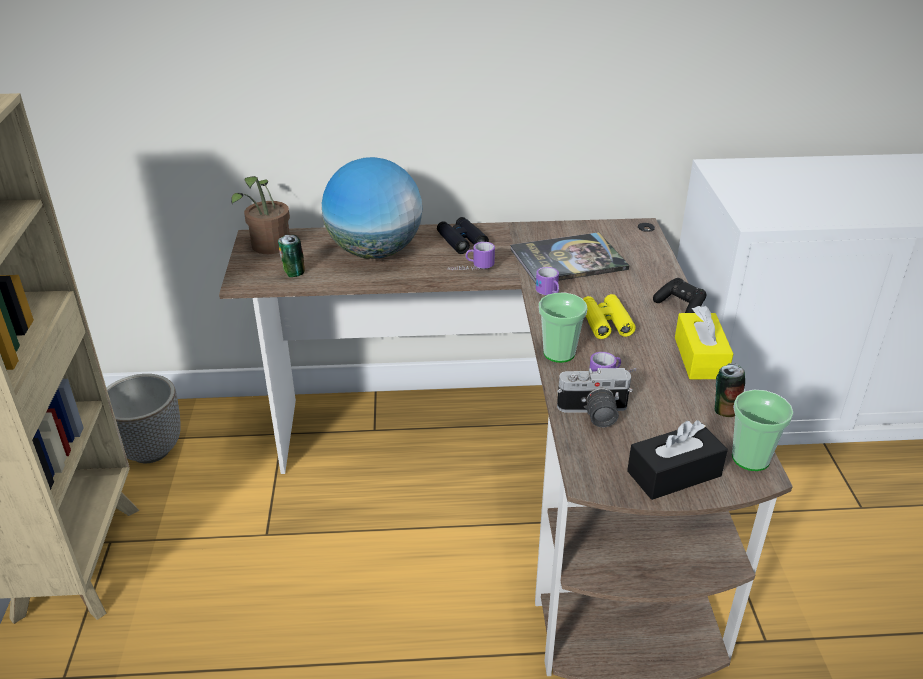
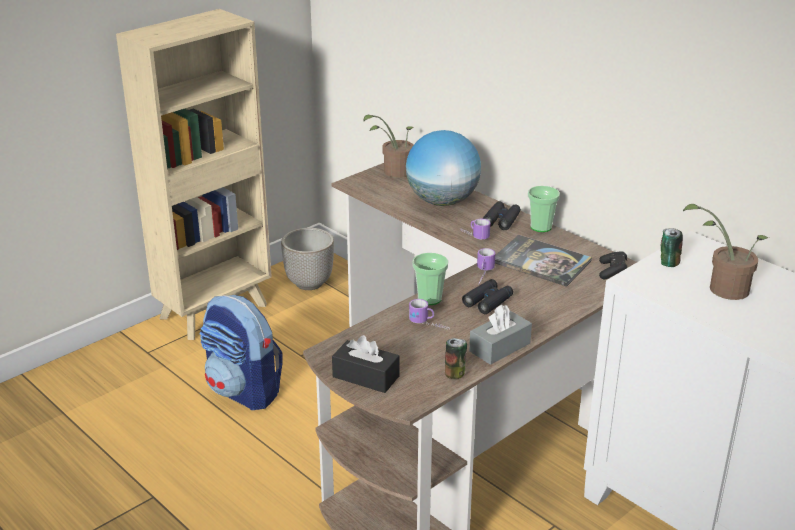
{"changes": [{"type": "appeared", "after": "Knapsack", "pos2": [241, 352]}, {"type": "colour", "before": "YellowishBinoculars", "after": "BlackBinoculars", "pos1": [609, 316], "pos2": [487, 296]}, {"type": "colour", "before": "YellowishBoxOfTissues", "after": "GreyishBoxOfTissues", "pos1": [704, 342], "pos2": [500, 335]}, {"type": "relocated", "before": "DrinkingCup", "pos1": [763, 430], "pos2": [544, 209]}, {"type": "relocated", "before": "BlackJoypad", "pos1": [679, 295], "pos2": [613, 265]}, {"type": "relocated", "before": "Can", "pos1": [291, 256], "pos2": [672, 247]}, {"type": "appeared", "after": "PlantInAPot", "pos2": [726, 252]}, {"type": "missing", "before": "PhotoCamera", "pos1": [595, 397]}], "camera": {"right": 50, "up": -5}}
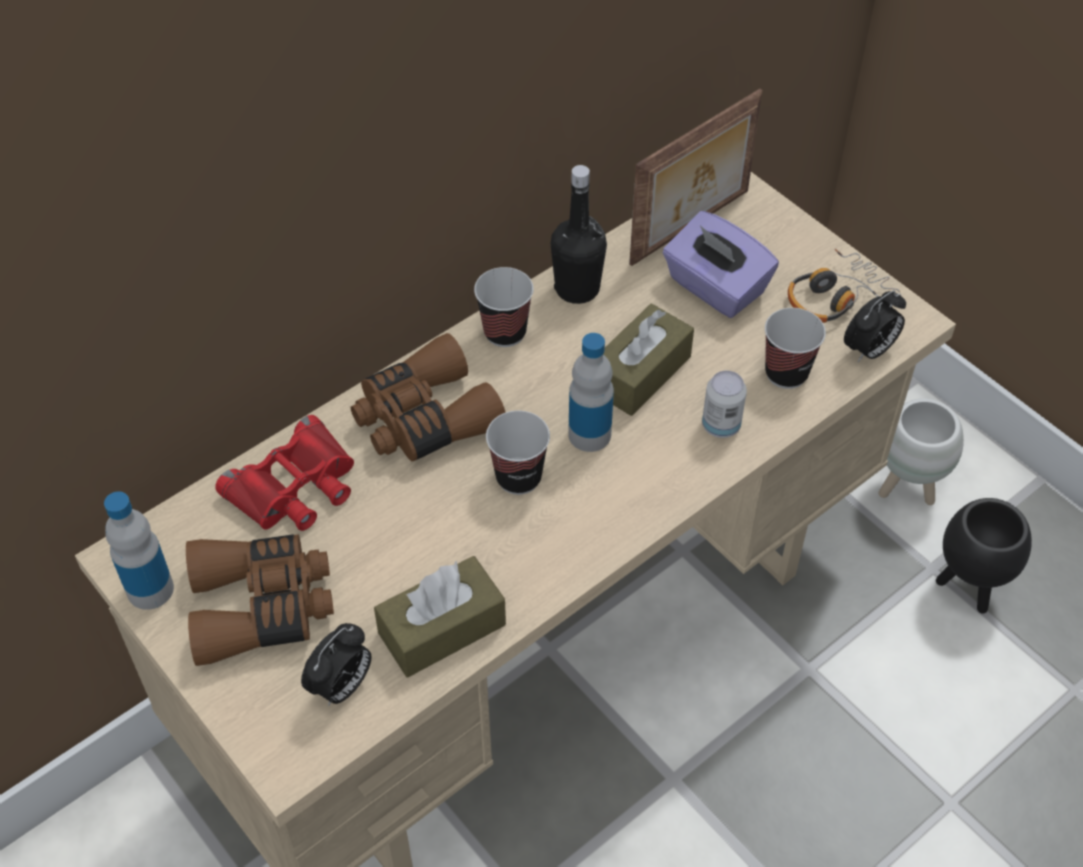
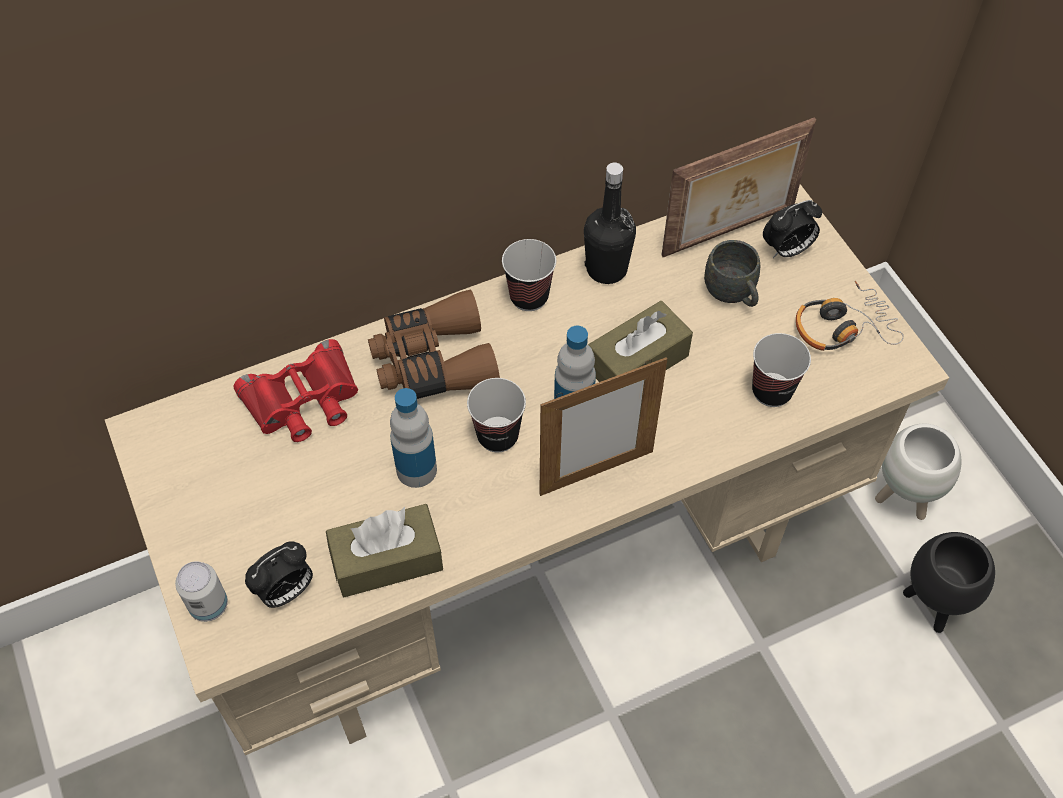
{"changes": [{"type": "relocated", "before": "Can", "pos1": [724, 404], "pos2": [201, 591]}, {"type": "relocated", "before": "BeverageBottle", "pos1": [139, 551], "pos2": [413, 438]}, {"type": "appeared", "after": "PictureFrame", "pos2": [603, 426]}, {"type": "exchanged", "before": "PurplishBoxOfTissues", "after": "GreyishTeaMug", "pos1": [721, 264], "pos2": [732, 273]}, {"type": "relocated", "before": "TableClock", "pos1": [875, 326], "pos2": [792, 229]}, {"type": "missing", "before": "BrownishBinoculars", "pos1": [260, 600]}], "camera": {"right": 15, "up": 5}}
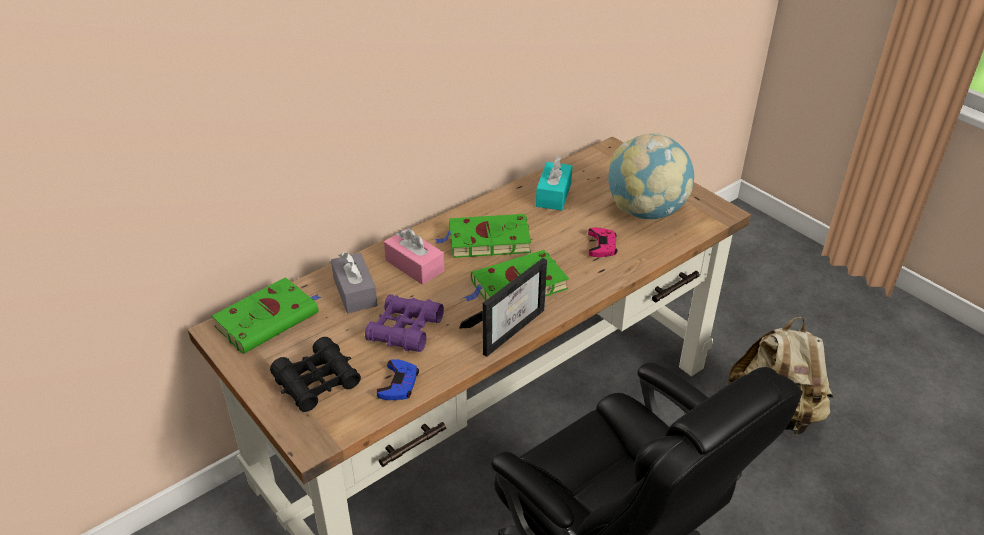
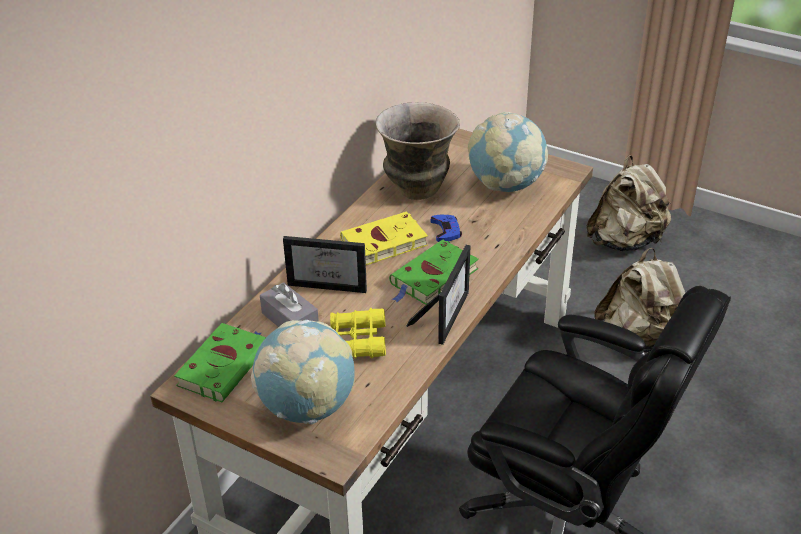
{"changes": [{"type": "exchanged", "before": "BlackBinoculars", "after": "WorldGlobe", "pos1": [315, 374], "pos2": [303, 372]}, {"type": "exchanged", "before": "PinkishBoxOfTissues", "after": "PictureFrame", "pos1": [414, 256], "pos2": [325, 264]}, {"type": "colour", "before": "PurplishBinoculars", "after": "YellowishBinoculars", "pos1": [404, 323], "pos2": [358, 333]}, {"type": "colour", "before": "GreenishBook", "after": "YellowishBook", "pos1": [483, 236], "pos2": [384, 238]}, {"type": "exchanged", "before": "TurquoiseBoxOfTissues", "after": "DecorativeVase", "pos1": [554, 183], "pos2": [418, 151]}, {"type": "relocated", "before": "BlueJoypad", "pos1": [397, 379], "pos2": [446, 228]}, {"type": "appeared", "after": "SandColouredKnapsack", "pos2": [628, 203]}, {"type": "missing", "before": "PinkishJoypad", "pos1": [602, 242]}], "camera": {"right": -20, "up": 0}}
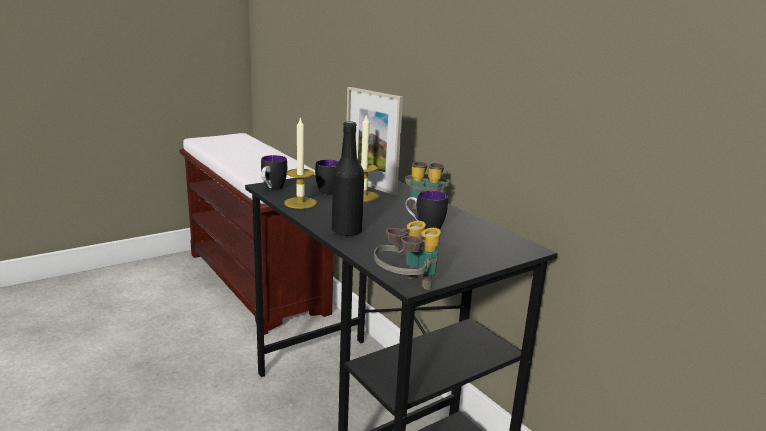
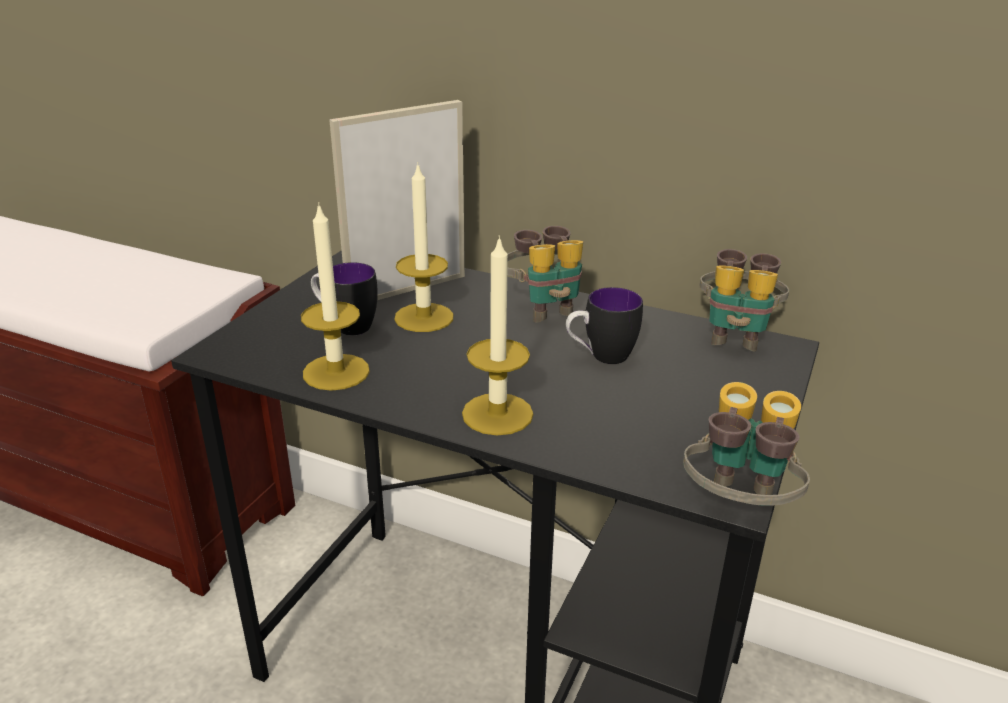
{"changes": [{"type": "spun", "before": "PictureFrame", "pos1": [374, 141], "pos2": [397, 200], "turn": 135}, {"type": "exchanged", "before": "BlackBeverageBottle", "after": "WaxLight", "pos1": [348, 179], "pos2": [497, 335]}, {"type": "appeared", "after": "Binoculars", "pos2": [744, 300]}, {"type": "missing", "before": "TeaMug", "pos1": [274, 172]}], "camera": {"right": -30, "up": 10}}
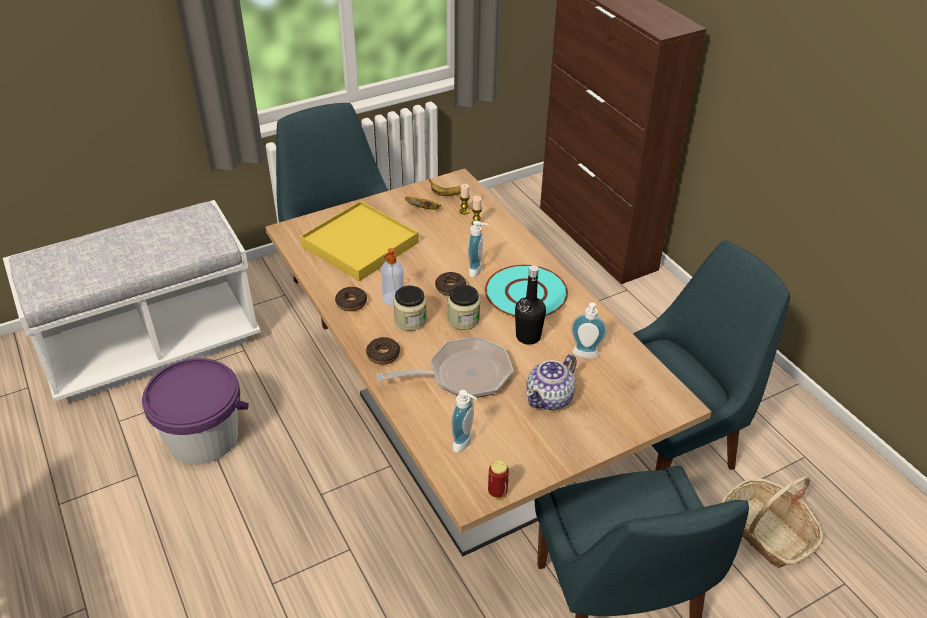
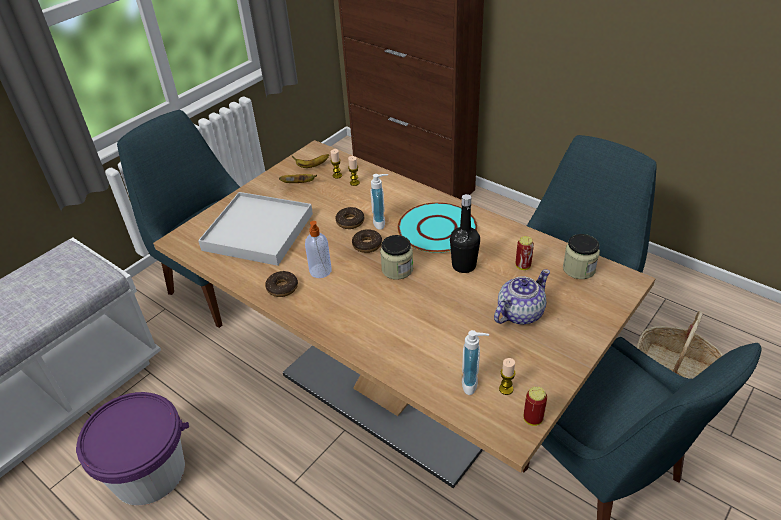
{"changes": [{"type": "colour", "before": "YellowishServingTray", "after": "WhiteColouredServingTray", "pos1": [359, 241], "pos2": [255, 229]}, {"type": "relocated", "before": "Donut", "pos1": [383, 351], "pos2": [349, 218]}, {"type": "spun", "before": "TeaPot", "pos1": [551, 382], "pos2": [522, 297], "turn": -150}, {"type": "appeared", "after": "WaxLight", "pos2": [507, 376]}, {"type": "exchanged", "before": "SoapBottle", "after": "Can", "pos1": [589, 330], "pos2": [525, 253]}, {"type": "relocated", "before": "PreserveJar", "pos1": [410, 308], "pos2": [581, 256]}, {"type": "missing", "before": "Pan", "pos1": [444, 368]}], "camera": {"right": -20, "up": 0}}
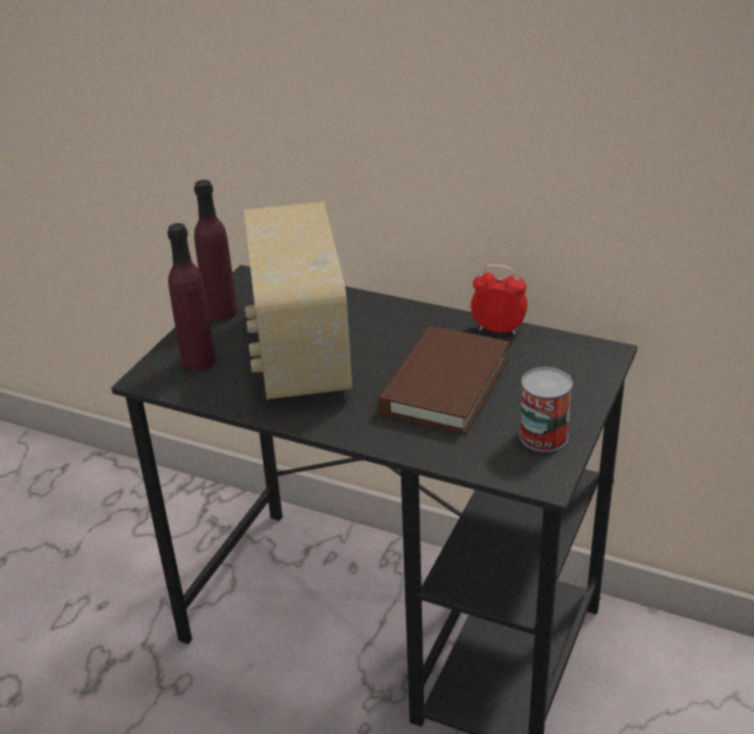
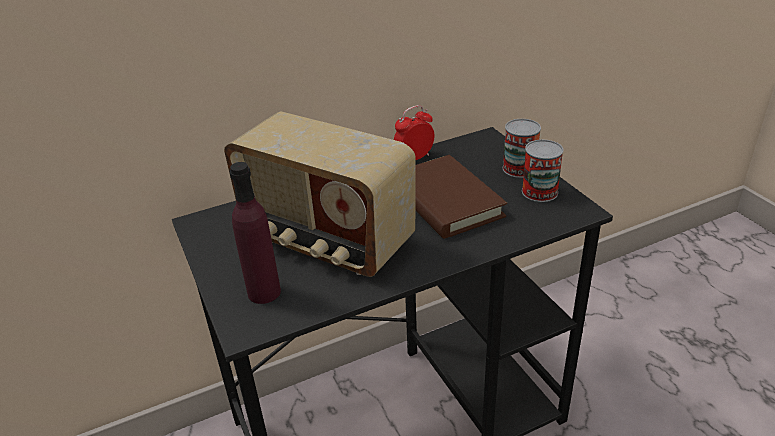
{"changes": [{"type": "appeared", "after": "Can", "pos2": [522, 148]}, {"type": "missing", "before": "PurplishBeverageBottle", "pos1": [215, 250]}], "camera": {"right": -50, "up": 0}}
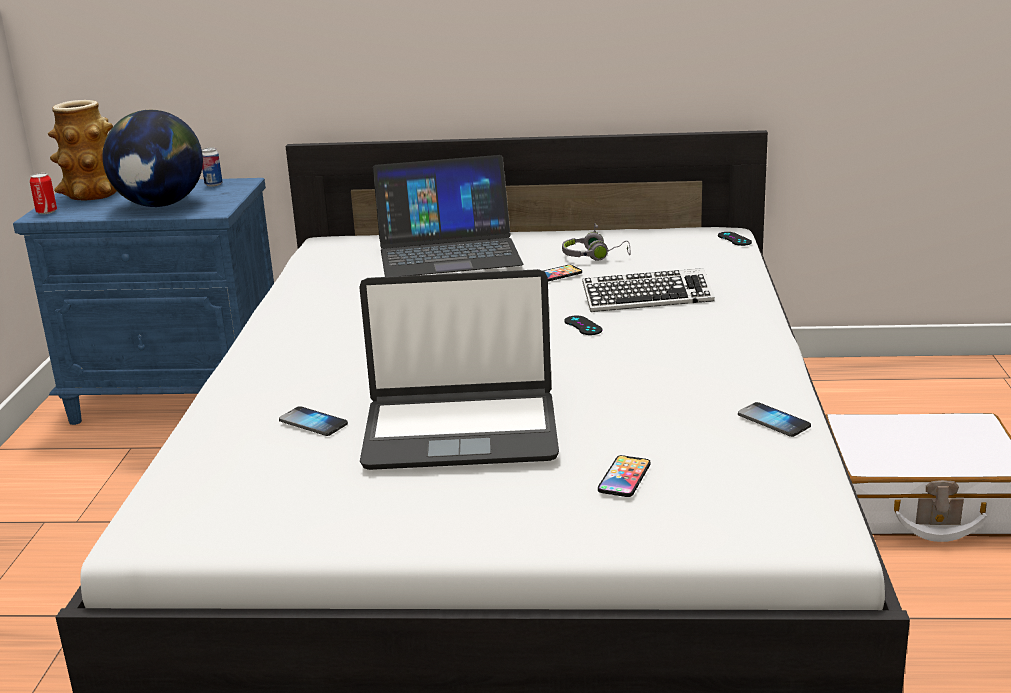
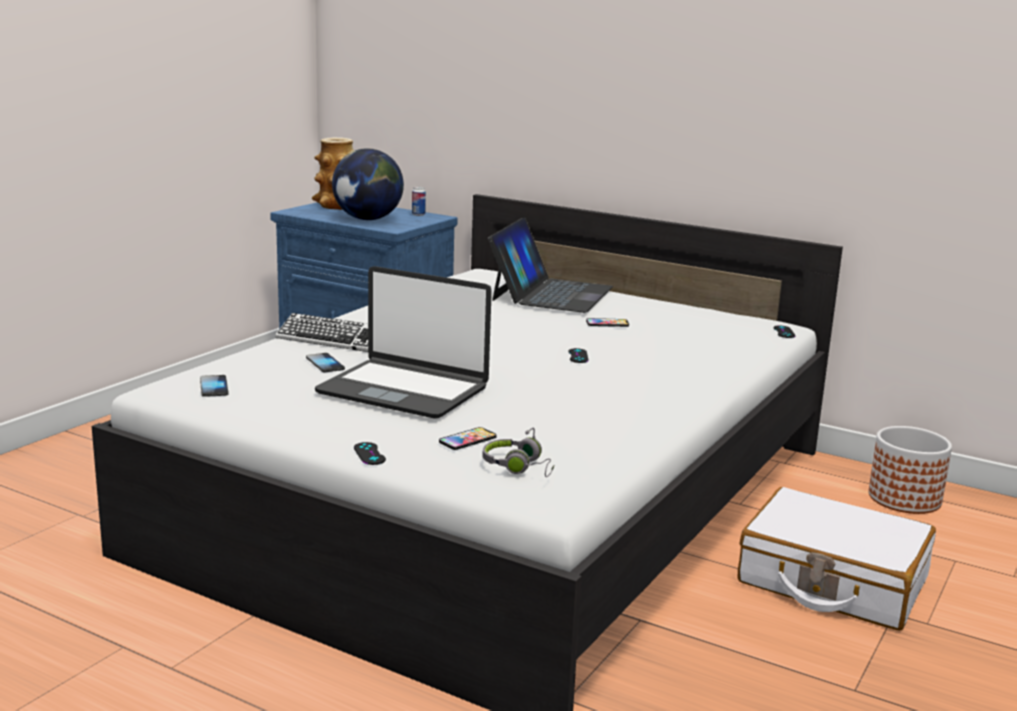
{"changes": [{"type": "relocated", "before": "Phone", "pos1": [774, 419], "pos2": [214, 386]}, {"type": "relocated", "before": "ComputerKeyboard", "pos1": [648, 290], "pos2": [321, 332]}, {"type": "appeared", "after": "BlackJoypad", "pos2": [370, 453]}, {"type": "relocated", "before": "GreyishHeadphones", "pos1": [596, 242], "pos2": [519, 452]}, {"type": "spun", "before": "NotebookComputer", "pos1": [448, 216], "pos2": [550, 265], "turn": -90}, {"type": "appeared", "after": "Planter", "pos2": [910, 470]}, {"type": "missing", "before": "Can", "pos1": [43, 193]}], "camera": {"right": 25, "up": -5}}
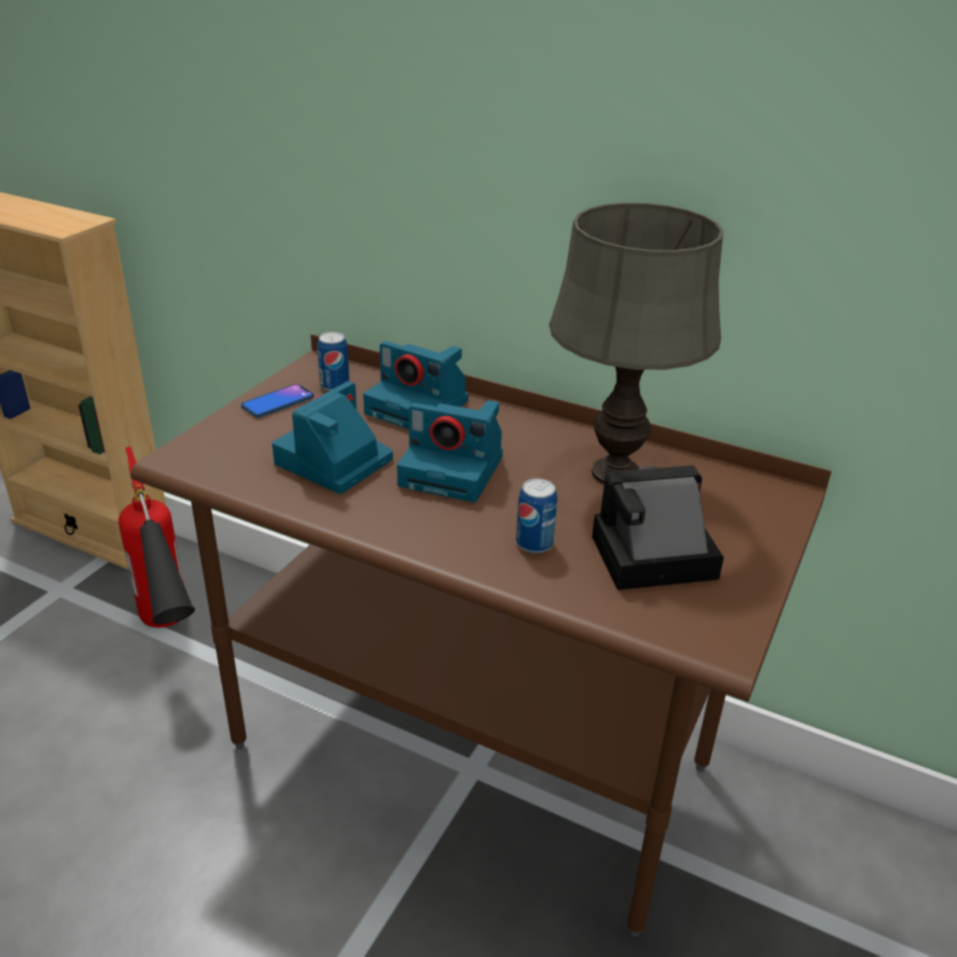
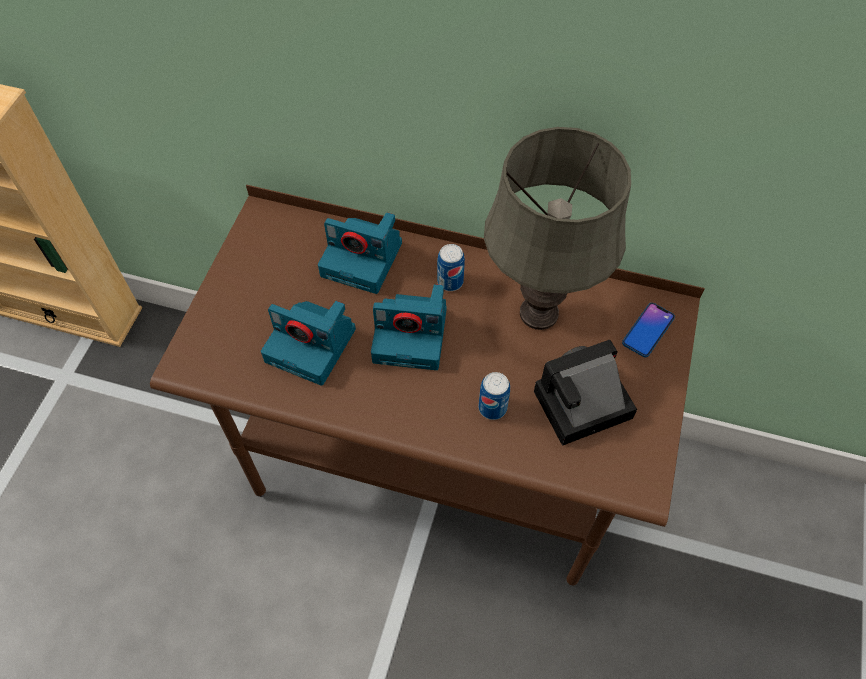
{"changes": [{"type": "spun", "before": "PhotoCamera", "pos1": [332, 437], "pos2": [308, 343], "turn": -90}, {"type": "relocated", "before": "Can", "pos1": [333, 361], "pos2": [451, 267]}, {"type": "relocated", "before": "Phone", "pos1": [277, 401], "pos2": [648, 330]}, {"type": "missing", "before": "Extinguisher", "pos1": [156, 537]}], "camera": {"right": -10, "up": 25}}
